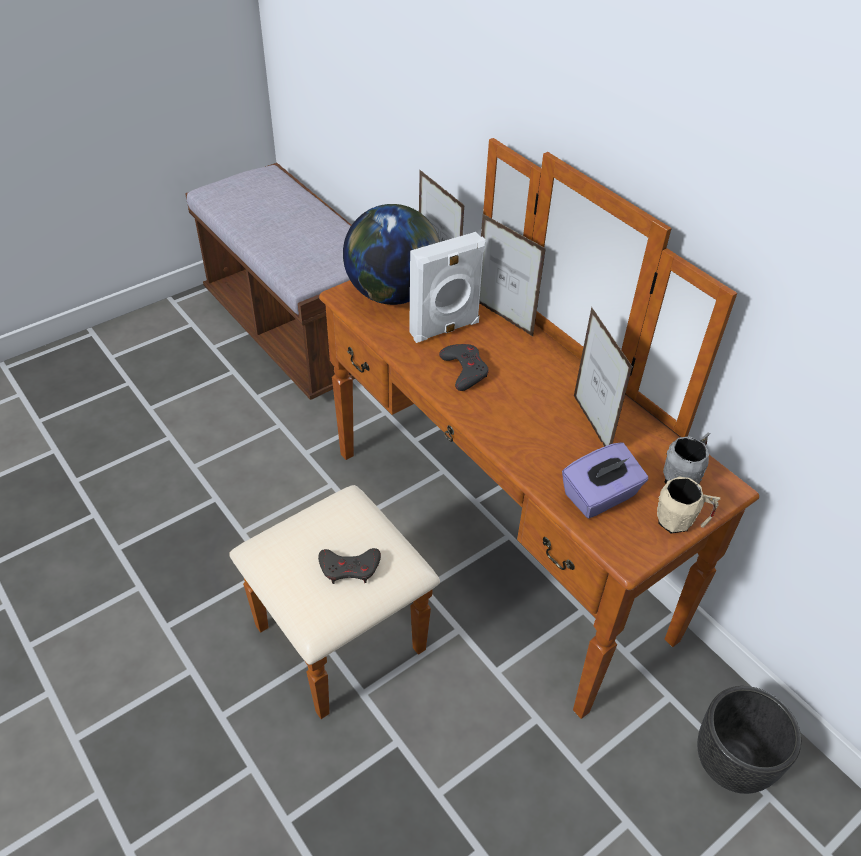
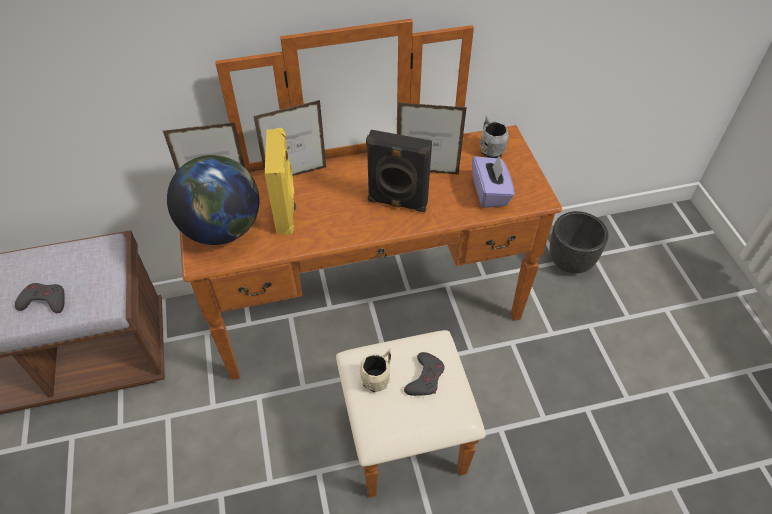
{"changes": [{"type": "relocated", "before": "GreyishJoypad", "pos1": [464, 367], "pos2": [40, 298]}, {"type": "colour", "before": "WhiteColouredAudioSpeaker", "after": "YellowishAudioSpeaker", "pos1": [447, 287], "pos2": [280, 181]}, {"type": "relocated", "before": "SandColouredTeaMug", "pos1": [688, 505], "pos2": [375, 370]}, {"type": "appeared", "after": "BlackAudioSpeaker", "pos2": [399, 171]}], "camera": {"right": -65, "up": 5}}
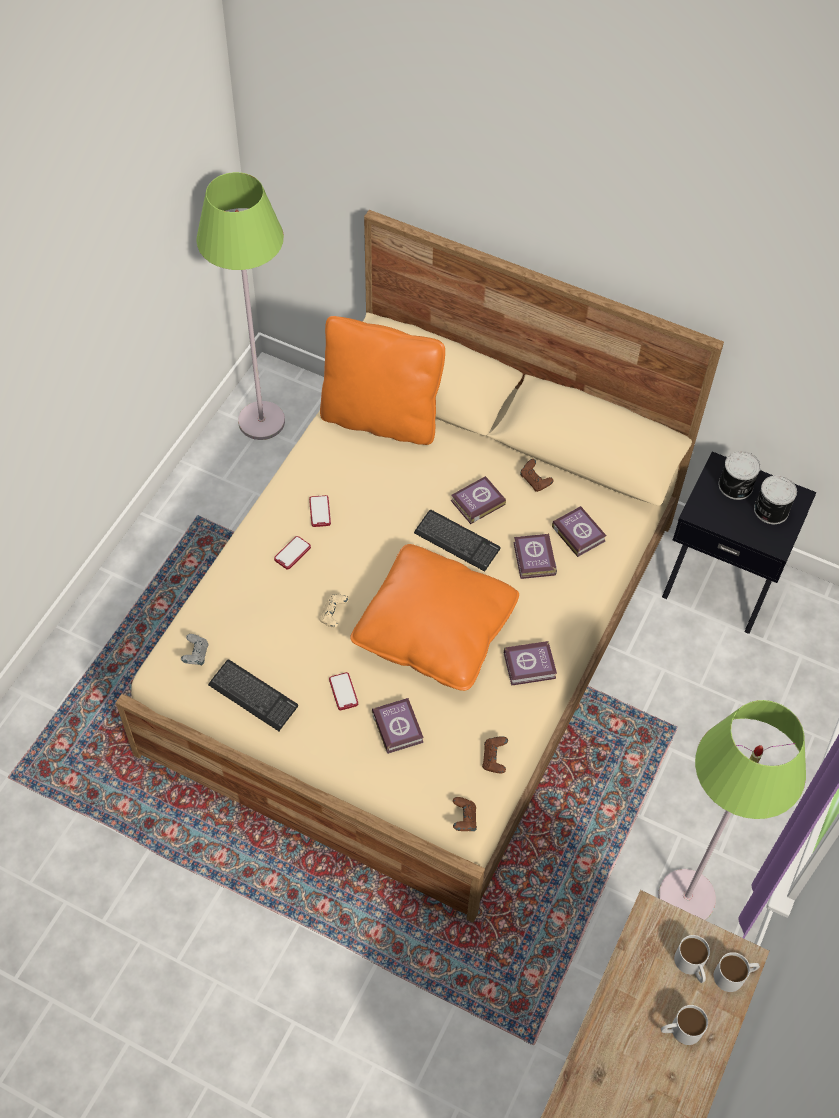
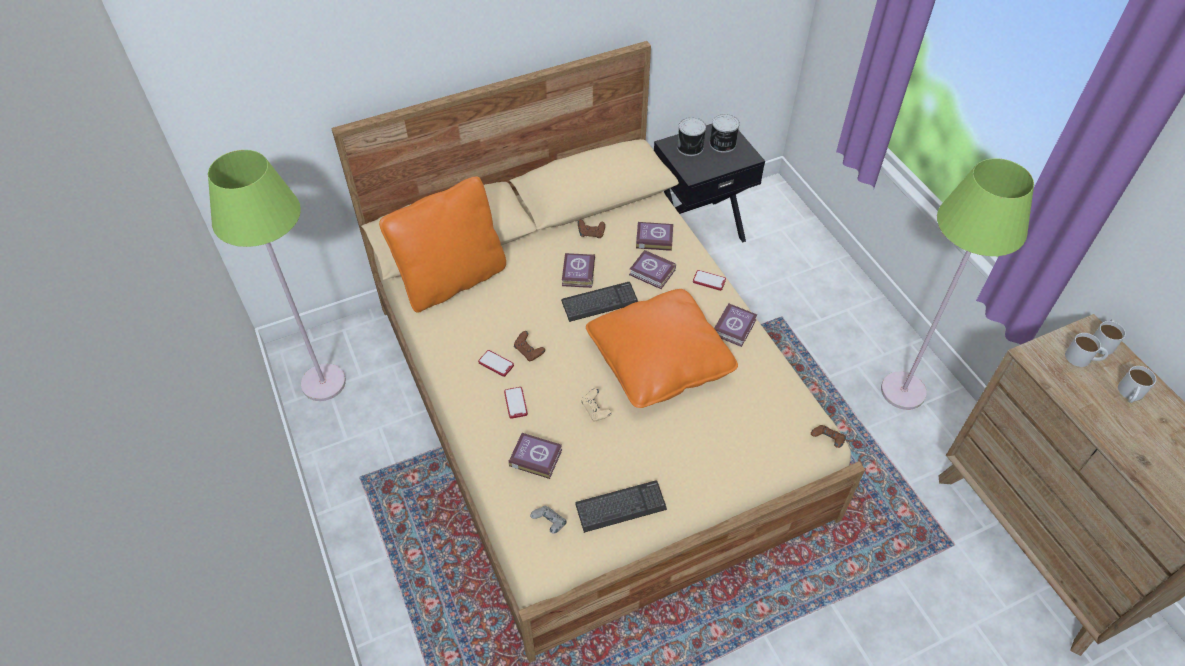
{"changes": [{"type": "relocated", "before": "Book", "pos1": [398, 726], "pos2": [535, 456]}, {"type": "relocated", "before": "BrownishJoypad", "pos1": [495, 755], "pos2": [529, 346]}, {"type": "relocated", "before": "Phone", "pos1": [343, 691], "pos2": [709, 280]}], "camera": {"right": -50, "up": -5}}
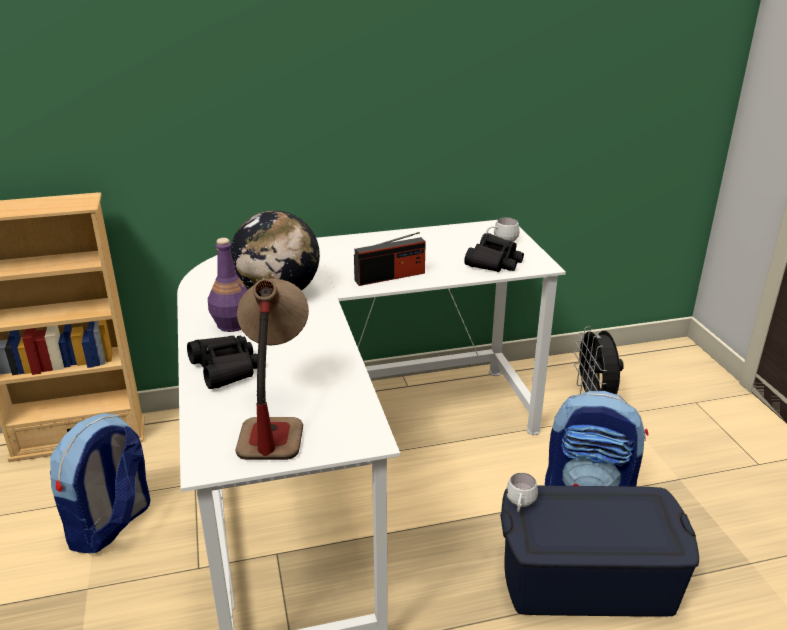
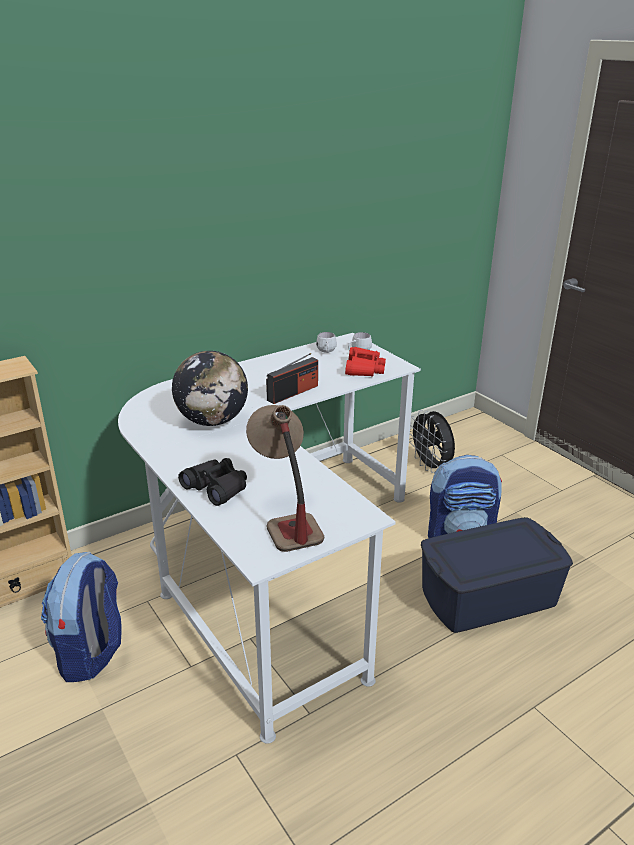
{"changes": [{"type": "relocated", "before": "WhiteColouredTeaMug", "pos1": [522, 492], "pos2": [326, 342]}, {"type": "colour", "before": "BlackBinoculars", "after": "RedColouredBinoculars", "pos1": [494, 252], "pos2": [365, 362]}, {"type": "missing", "before": "PurplishBeverageBottle", "pos1": [228, 285]}], "camera": {"right": -20, "up": 0}}
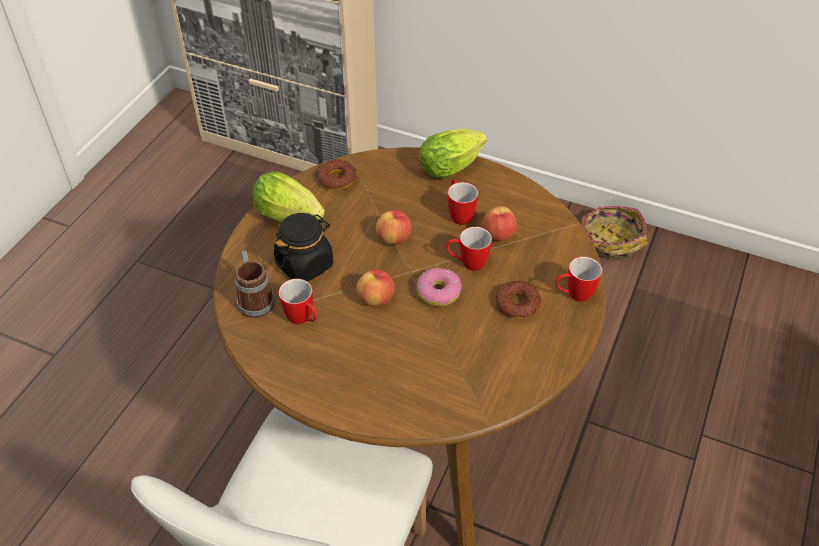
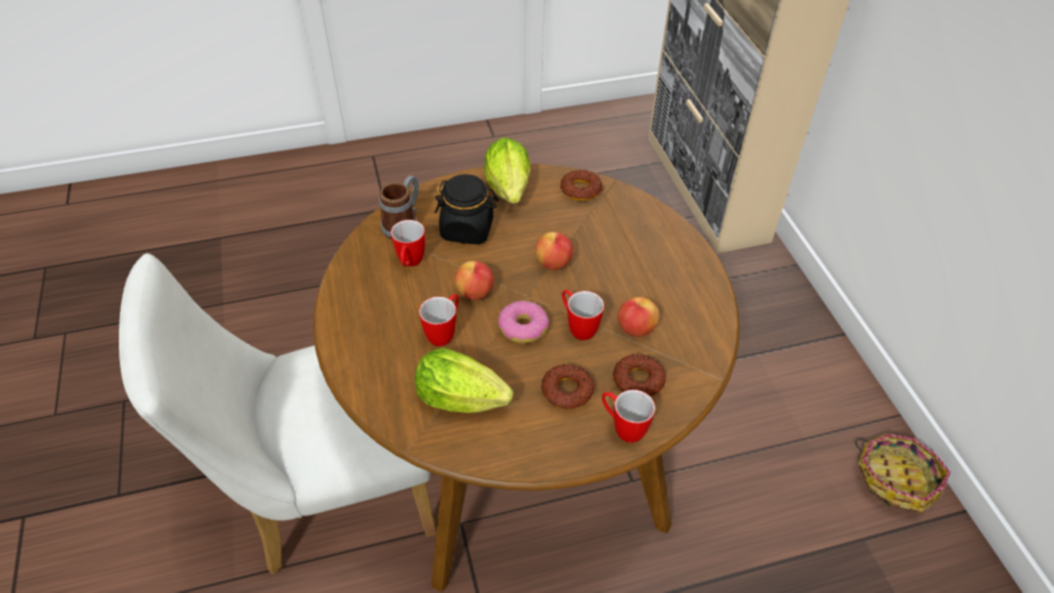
{"changes": [{"type": "relocated", "before": "LettuceHead", "pos1": [453, 153], "pos2": [464, 380]}, {"type": "relocated", "before": "TeaMug", "pos1": [463, 202], "pos2": [439, 320]}, {"type": "appeared", "after": "Donut", "pos2": [639, 375]}], "camera": {"right": 50, "up": 0}}
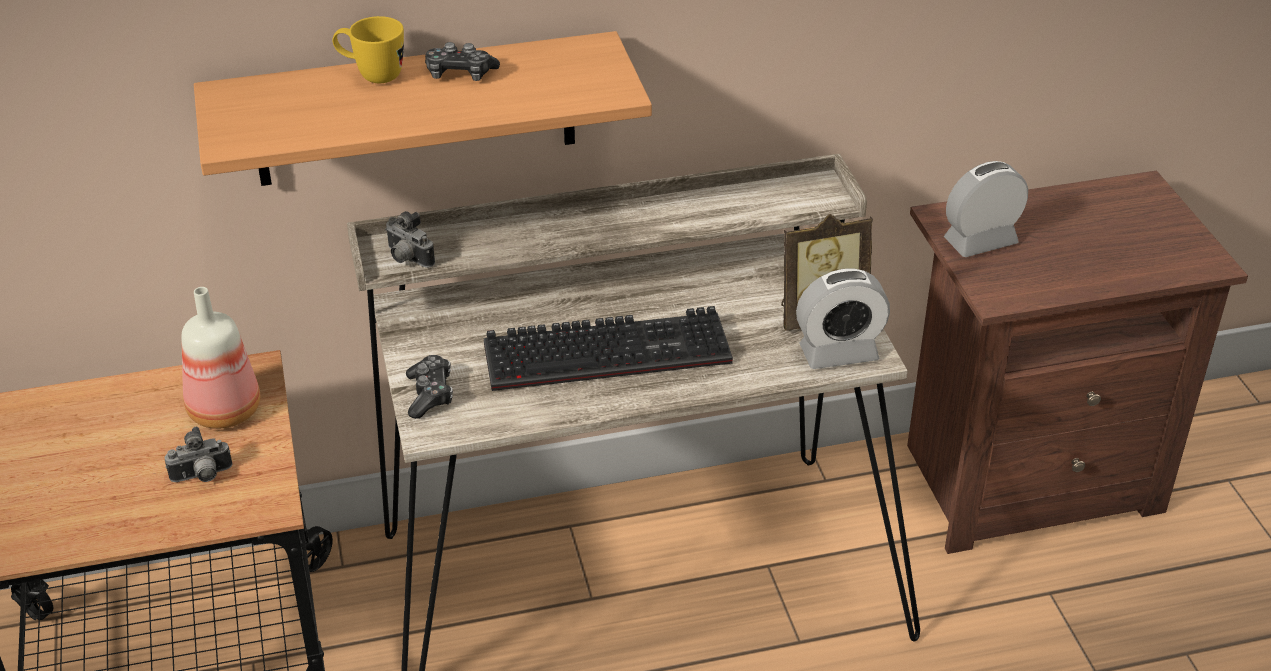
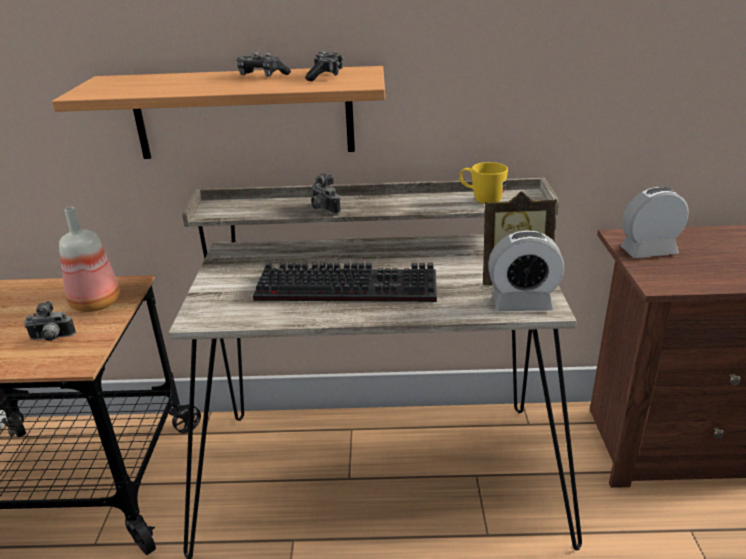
{"changes": [{"type": "relocated", "before": "Joypad", "pos1": [429, 387], "pos2": [324, 66]}, {"type": "relocated", "before": "PhotoCamera", "pos1": [410, 239], "pos2": [326, 193]}, {"type": "relocated", "before": "YellowishTeaMug", "pos1": [368, 49], "pos2": [483, 183]}], "camera": {"right": 15, "up": -10}}
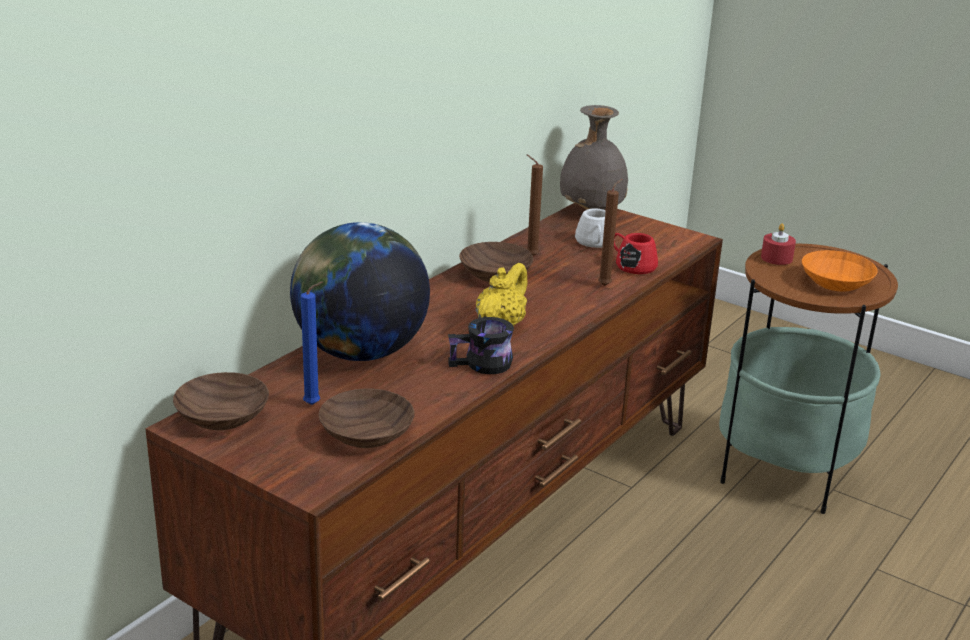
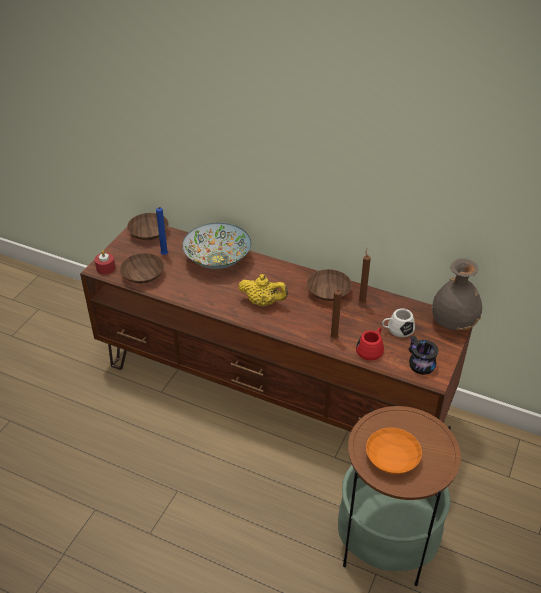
{"changes": [{"type": "relocated", "before": "RedColouredWaxLight", "pos1": [778, 244], "pos2": [105, 262]}, {"type": "exchanged", "before": "WorldGlobe", "after": "Bowl", "pos1": [360, 291], "pos2": [216, 246]}, {"type": "relocated", "before": "BlackTeaMug", "pos1": [481, 345], "pos2": [424, 355]}], "camera": {"right": 80, "up": 15}}
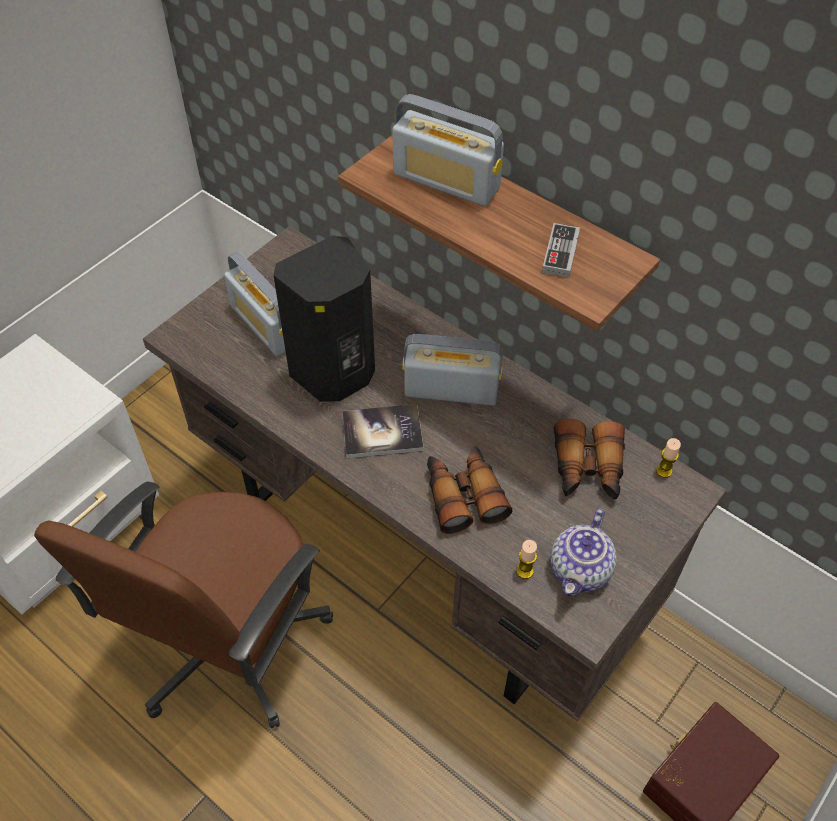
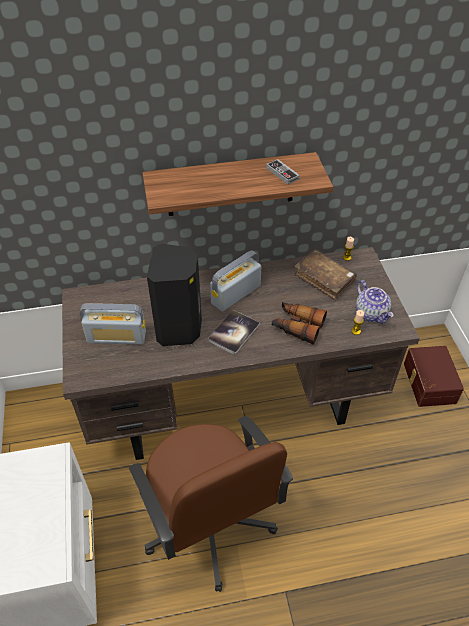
{"changes": [{"type": "exchanged", "before": "Binoculars", "after": "BrownishBook", "pos1": [589, 459], "pos2": [325, 275]}, {"type": "missing", "before": "Radio", "pos1": [448, 150]}], "camera": {"right": -50, "up": -5}}
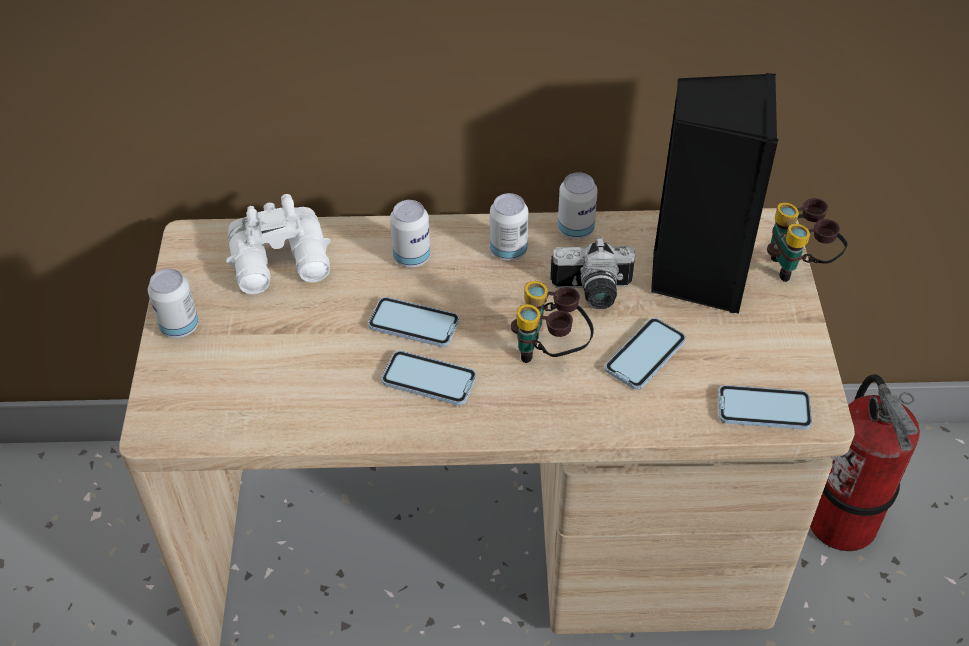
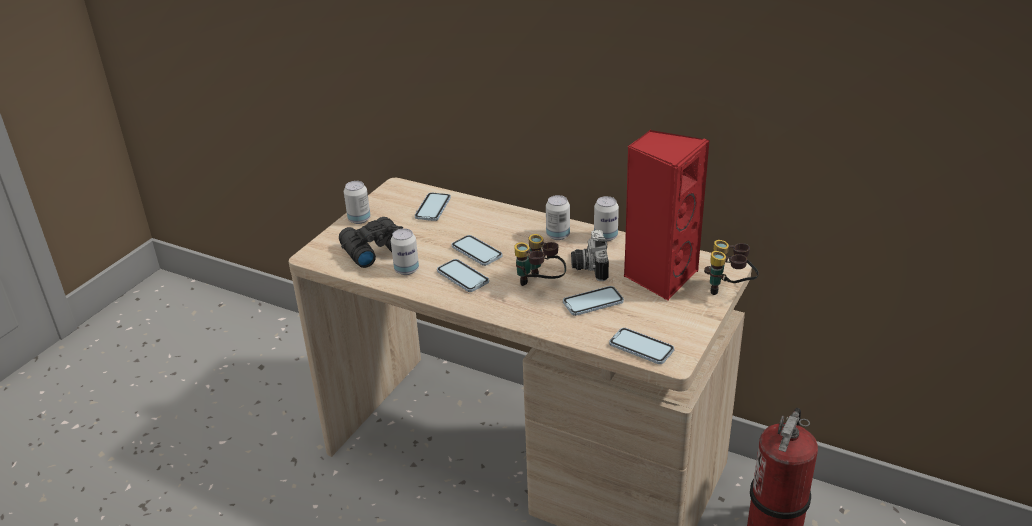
{"changes": [{"type": "appeared", "after": "BlackBinoculars", "pos2": [371, 242]}, {"type": "relocated", "before": "Can", "pos1": [410, 233], "pos2": [405, 252]}, {"type": "exchanged", "before": "WhiteColouredBinoculars", "after": "Phone", "pos1": [278, 244], "pos2": [432, 207]}, {"type": "spun", "before": "PhotoCamera", "pos1": [592, 273], "pos2": [590, 255], "turn": 60}, {"type": "colour", "before": "BlackAudioSpeaker", "after": "RedColouredAudioSpeaker", "pos1": [714, 193], "pos2": [666, 215]}], "camera": {"right": 30, "up": -15}}
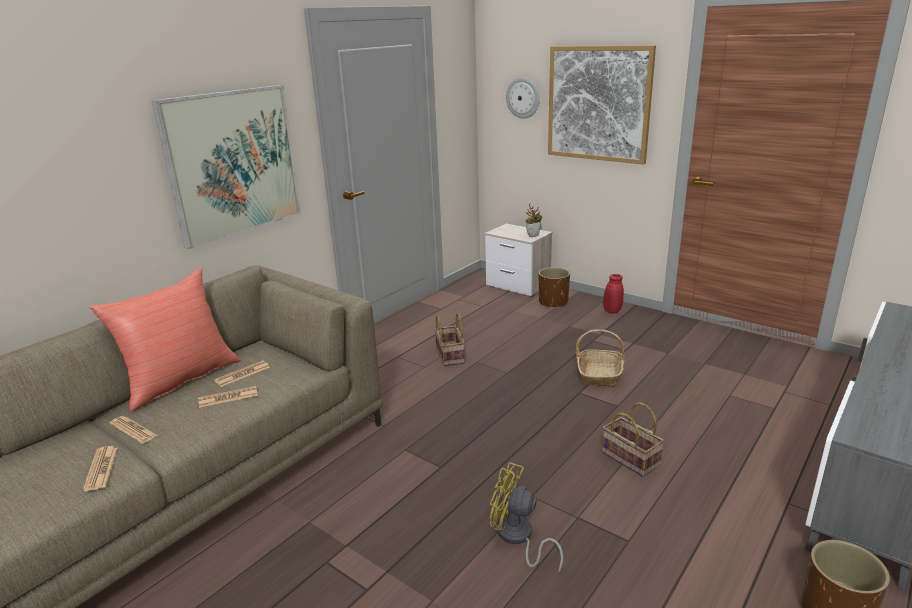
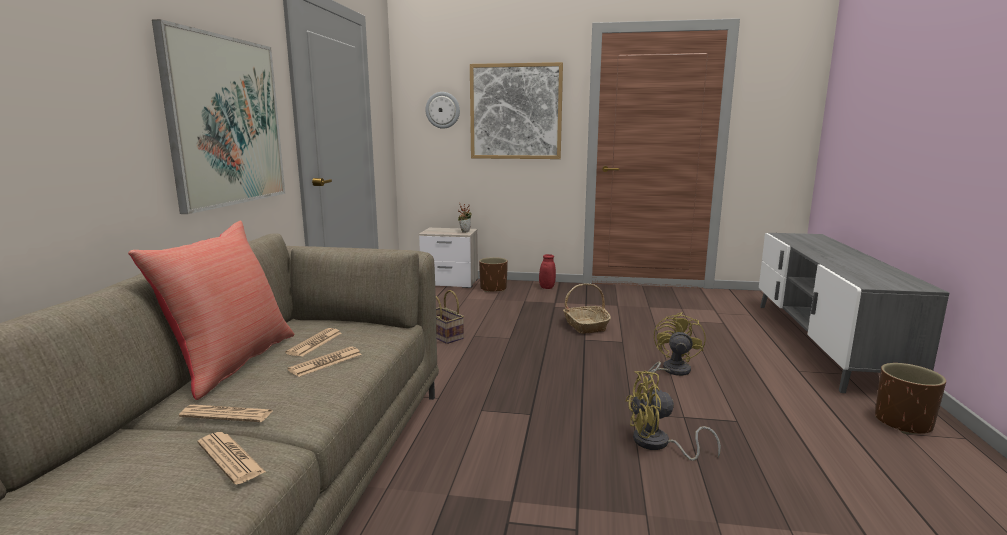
{"changes": [{"type": "exchanged", "before": "HouseholdBasket", "after": "YellowishFan", "pos1": [633, 439], "pos2": [676, 346]}], "camera": {"right": -30, "up": -10}}
